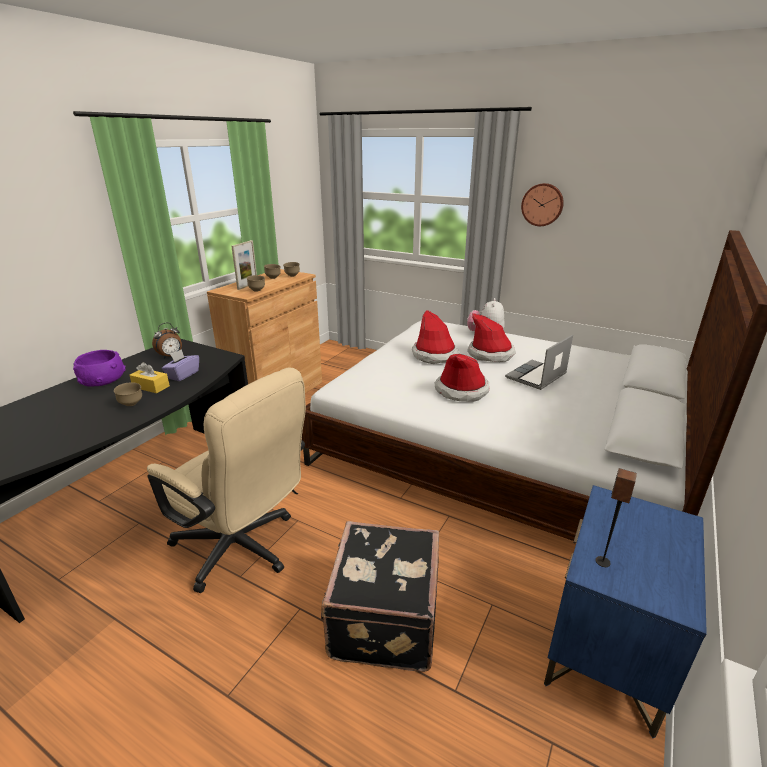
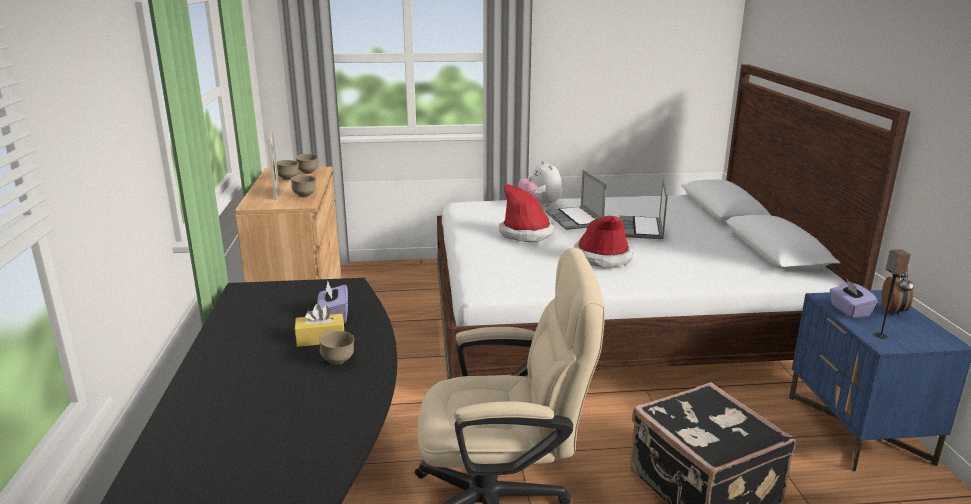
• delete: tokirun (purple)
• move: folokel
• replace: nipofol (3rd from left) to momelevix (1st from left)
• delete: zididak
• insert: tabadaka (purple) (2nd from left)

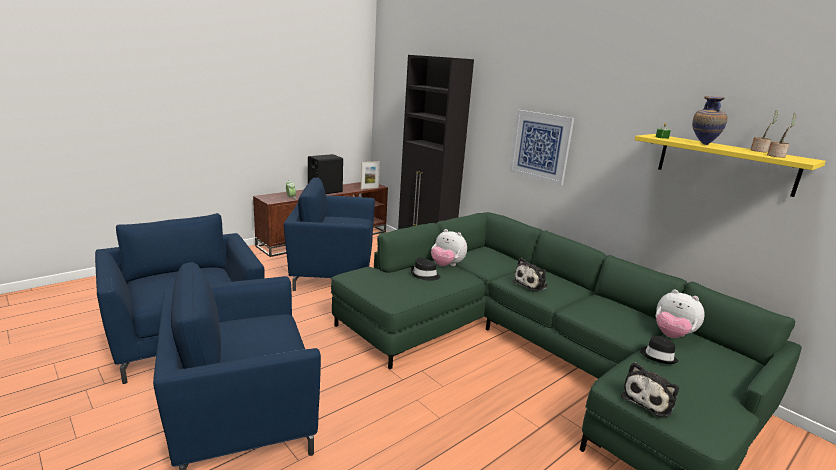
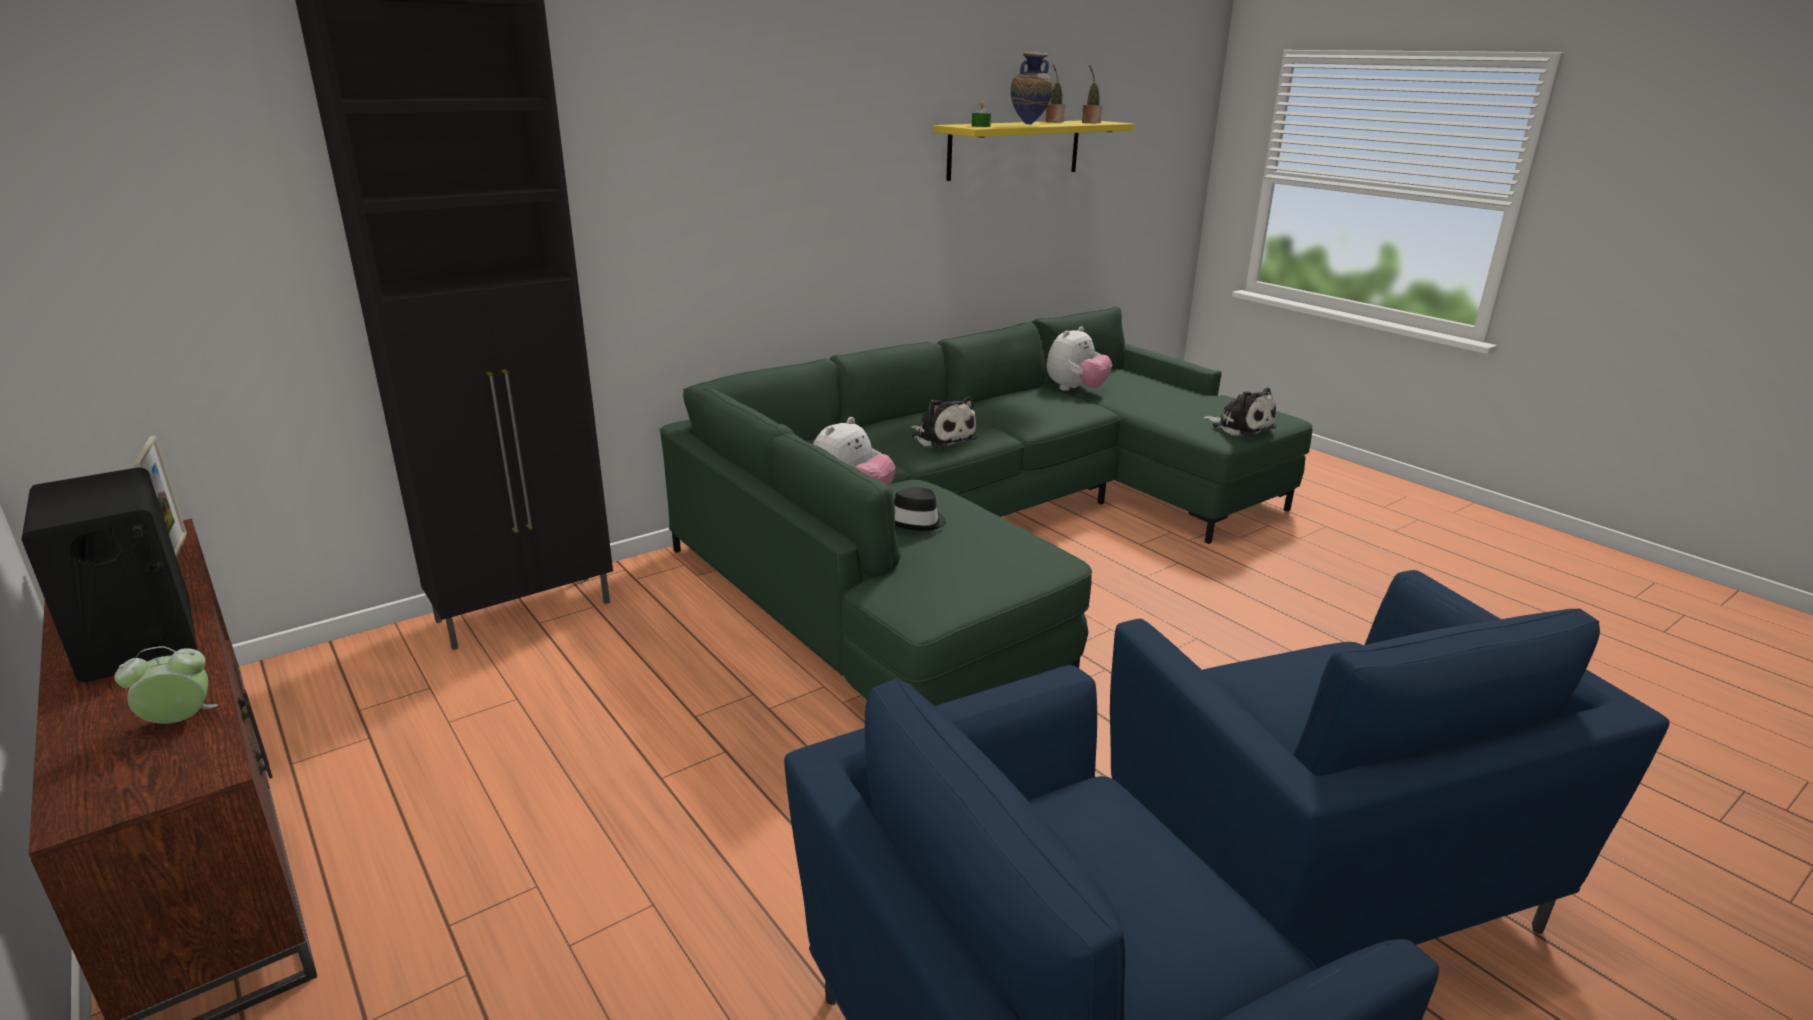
• delete: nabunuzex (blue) (3rd from left)
• delete: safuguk
• delete: nipofol (black) (2nd from left)

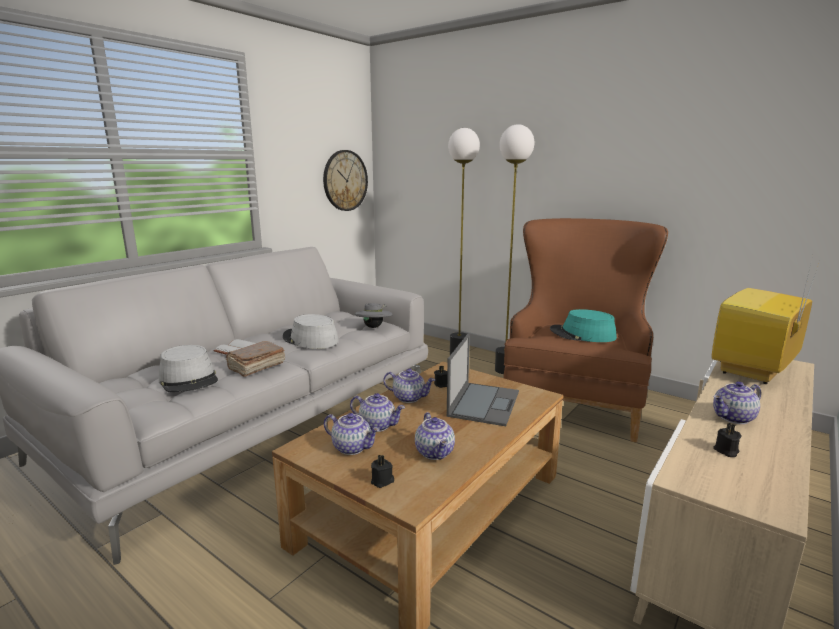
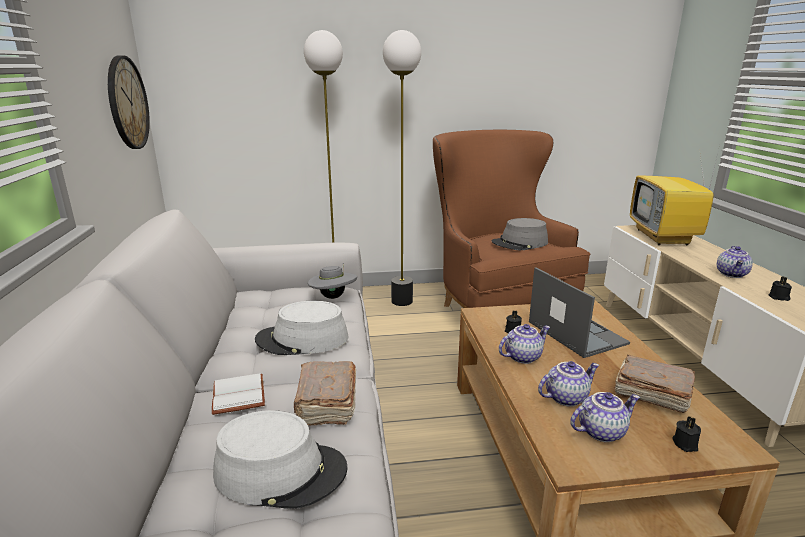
• replace: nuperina (4th from left) to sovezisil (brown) (2nd from left)
• recolor: nipofol (turquoise) to nipofol (grey) (4th from left)

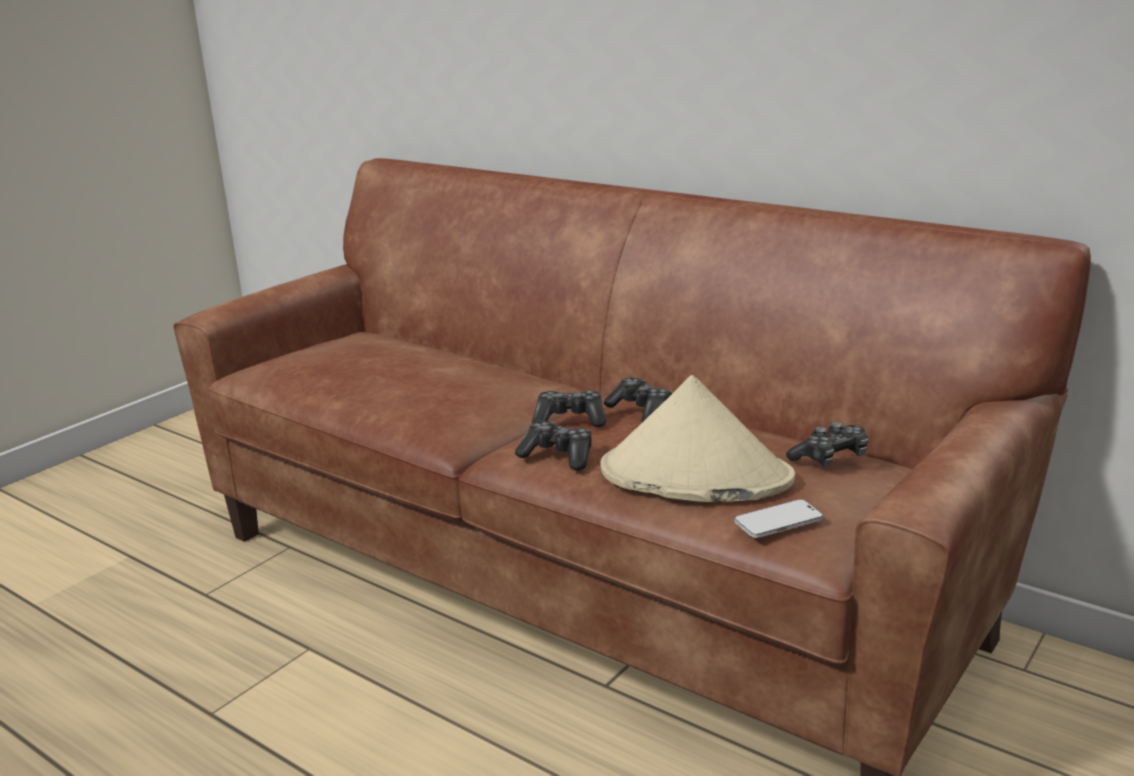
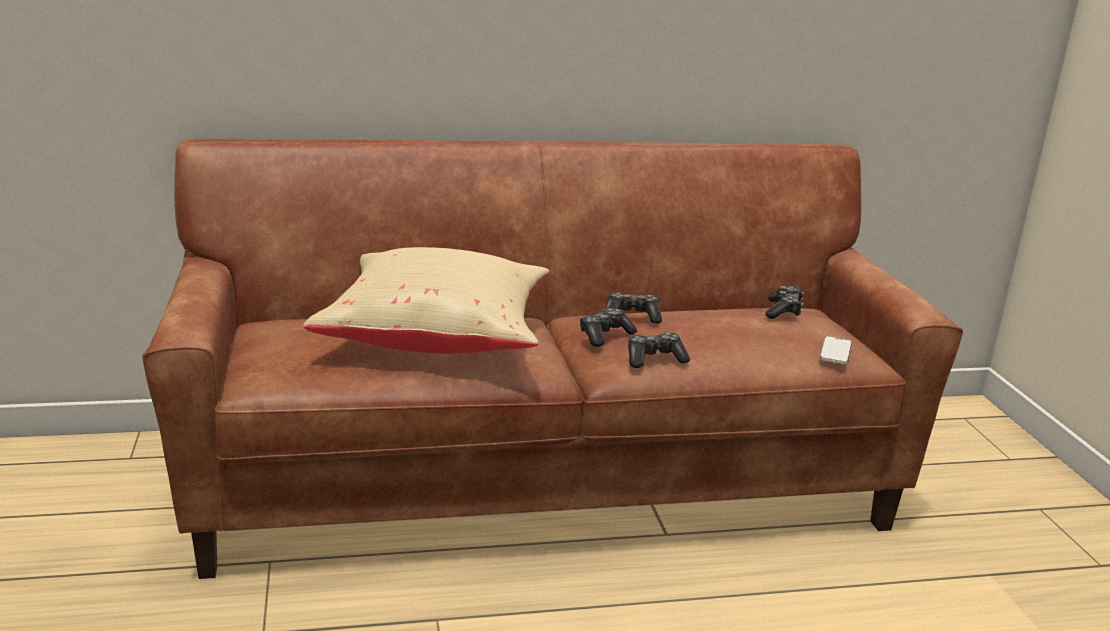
• delete: nipofol (beige)
• insert: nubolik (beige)

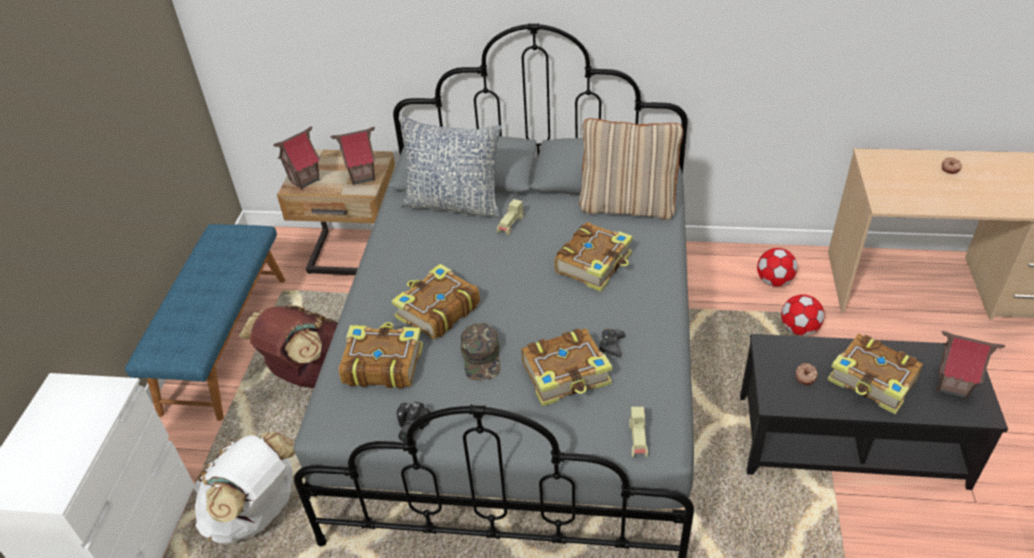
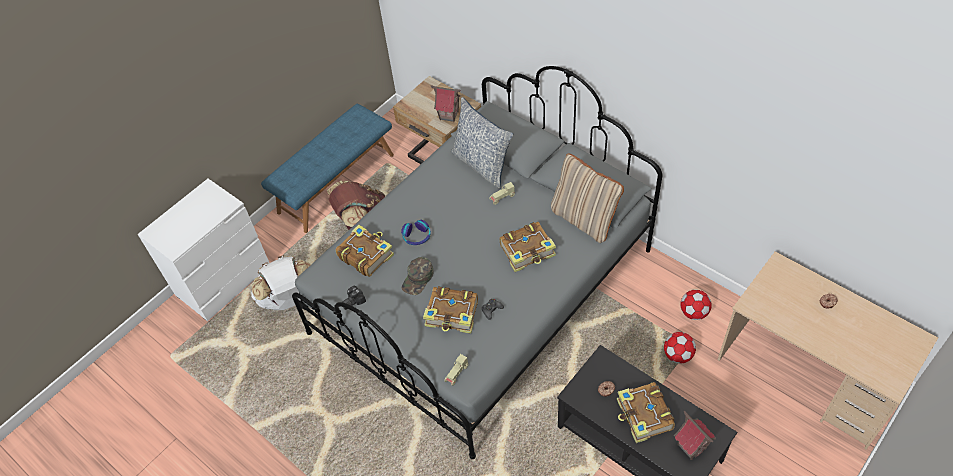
• delete: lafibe (1st from left)
• replace: sovezisil (2nd from left) to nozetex

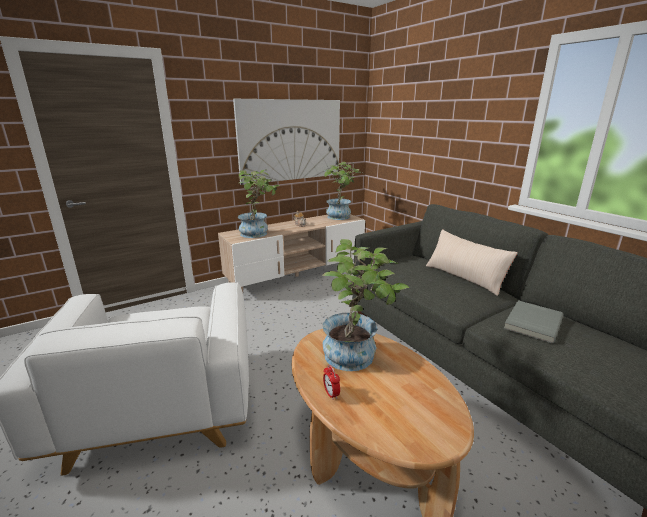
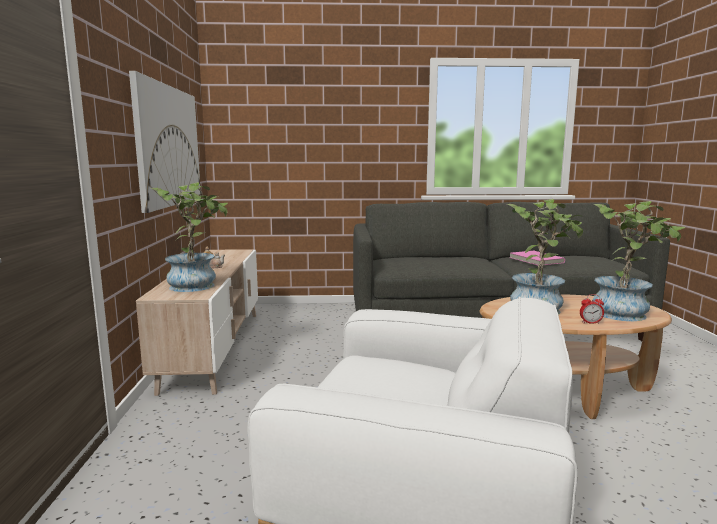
• move: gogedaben (2nd from left in the first image) to gogedaben (3rd from left)
• delete: nubolik (beige)
• recolor: sovezisil (grey) to sovezisil (pink)

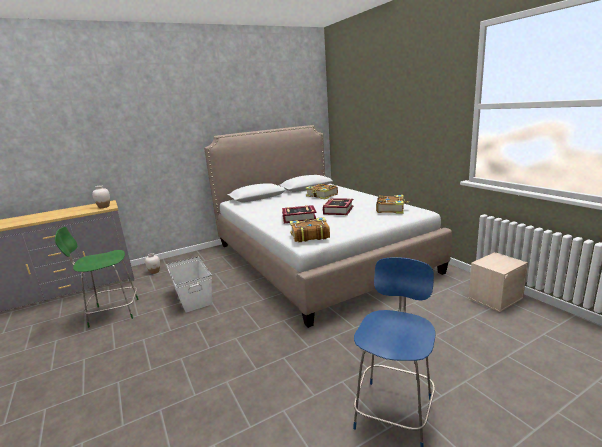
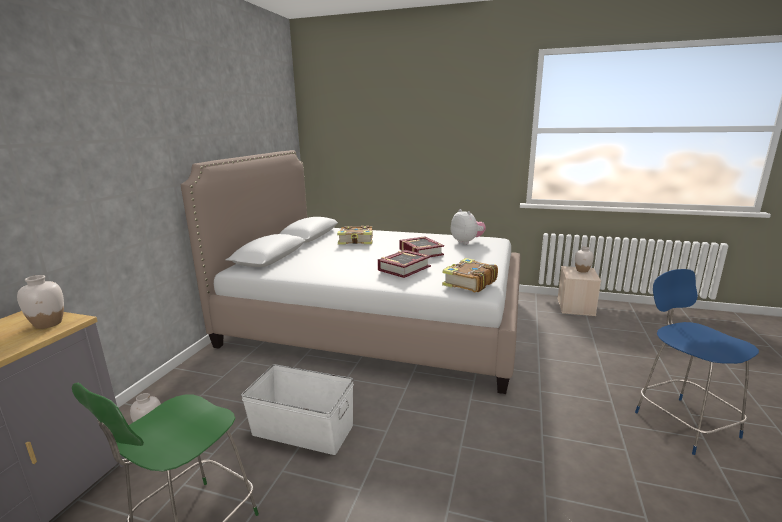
• replace: sovezisil (5th from left) to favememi
• insert: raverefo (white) (3rd from left)

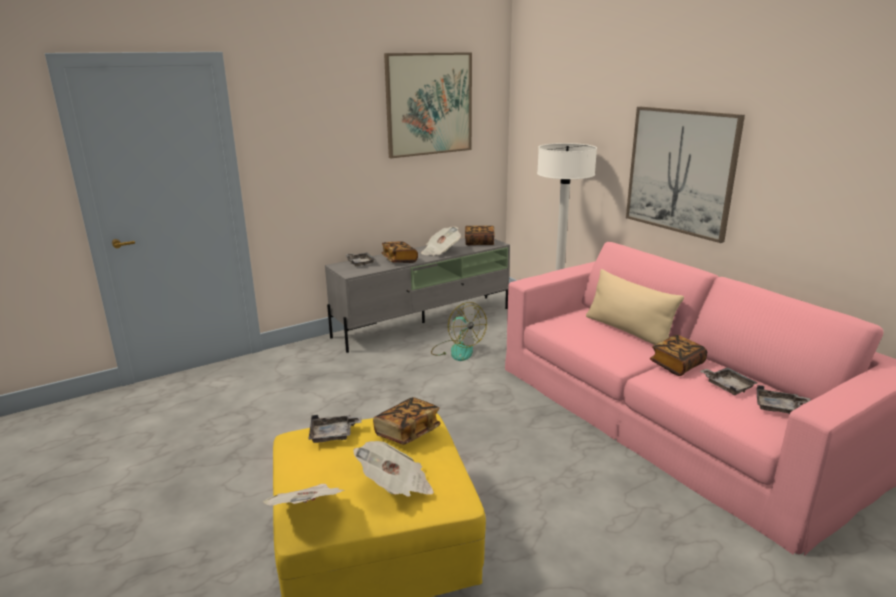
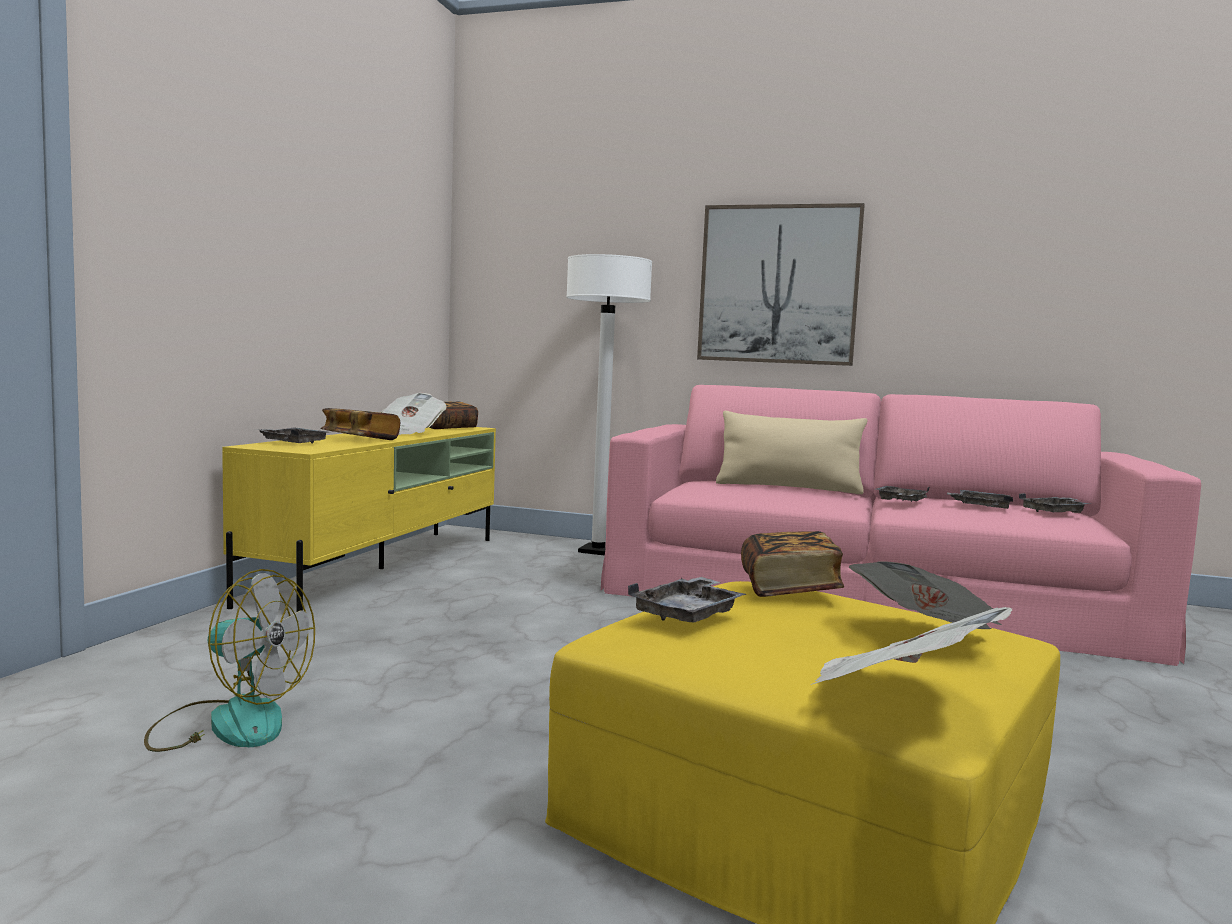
• recolor: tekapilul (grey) to tekapilul (yellow)
• delete: safuguk (1st from left)
• move: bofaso
• replace: sovezisil (4th from left) to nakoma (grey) (3rd from left)

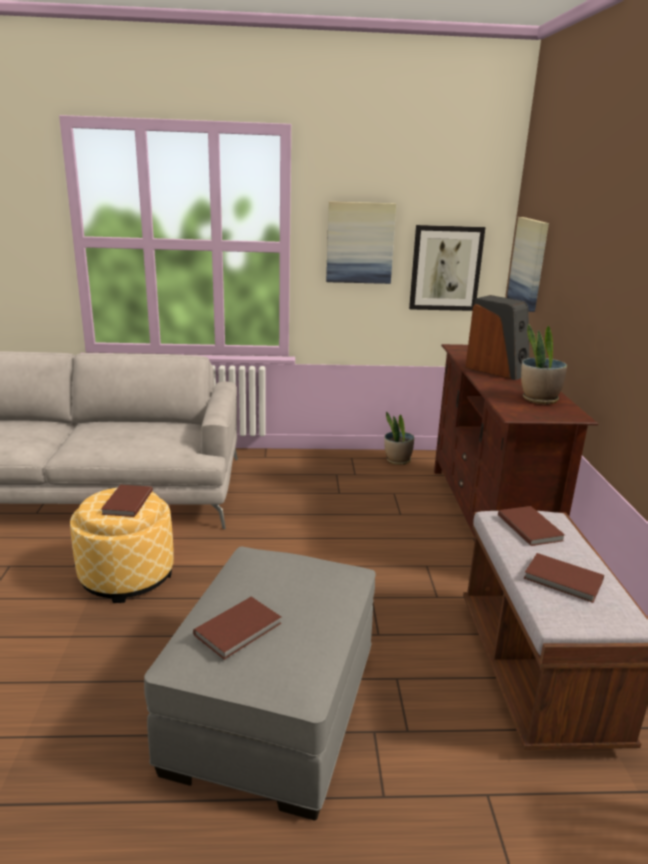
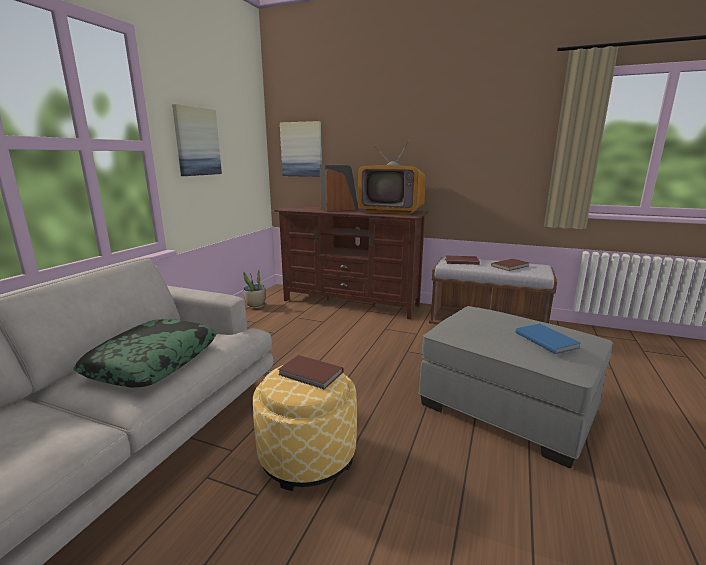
• recolor: sovezisil (brown) (2nd from left) to sovezisil (blue)
• delete: safuguk (2nd from left)
• replace: gogedaben (2nd from left) to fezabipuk
• insert: nubolik

